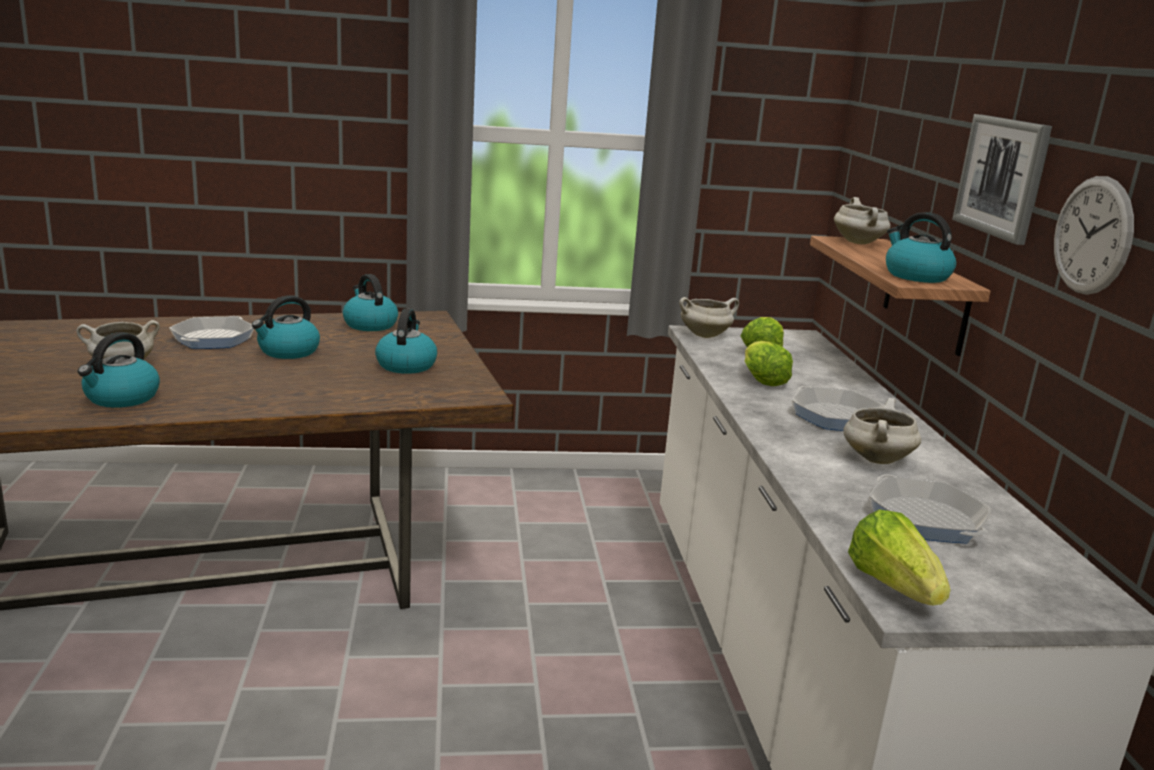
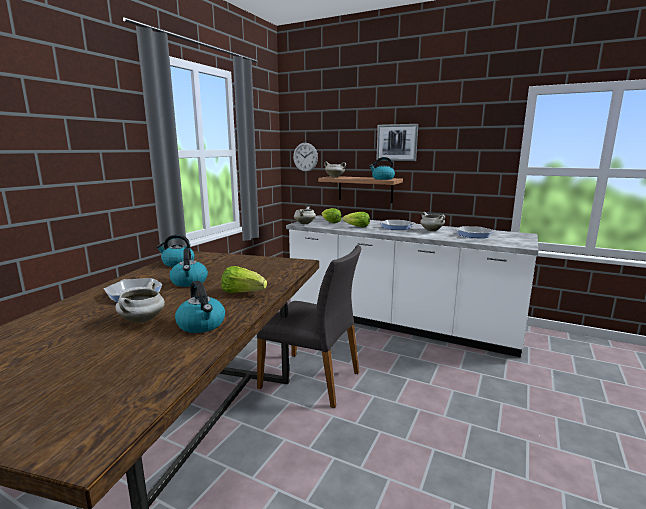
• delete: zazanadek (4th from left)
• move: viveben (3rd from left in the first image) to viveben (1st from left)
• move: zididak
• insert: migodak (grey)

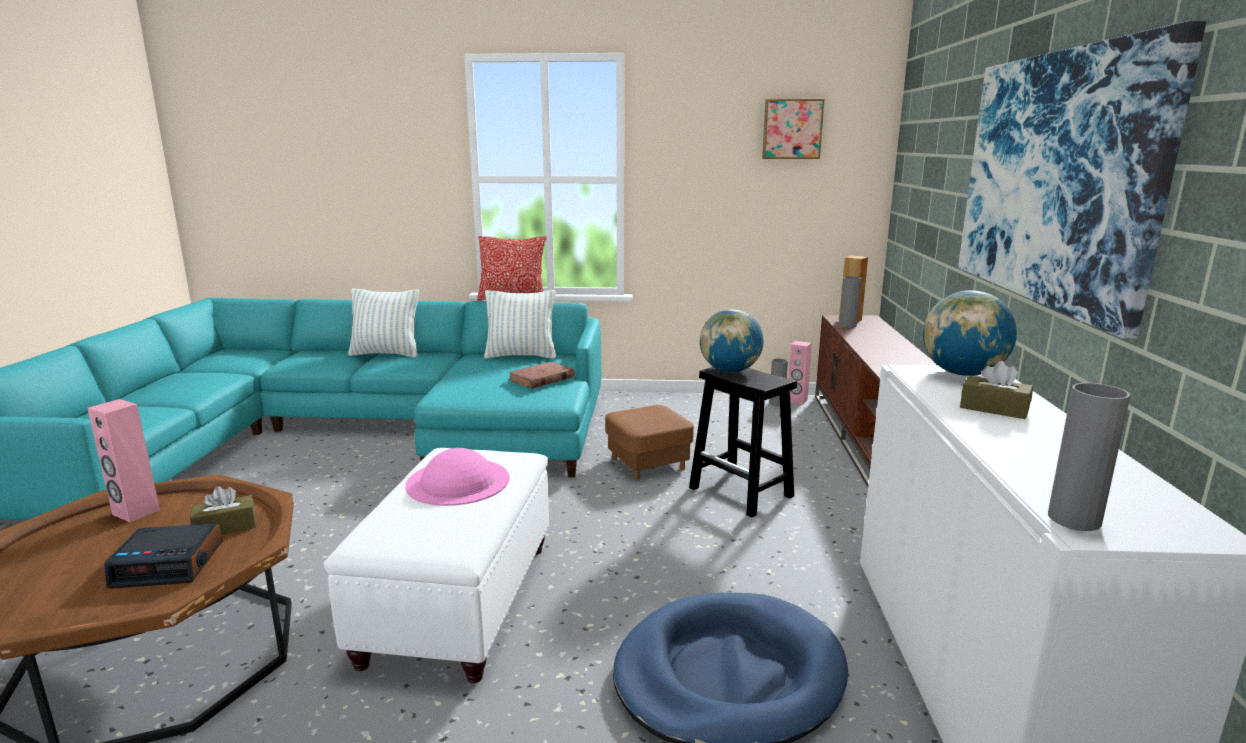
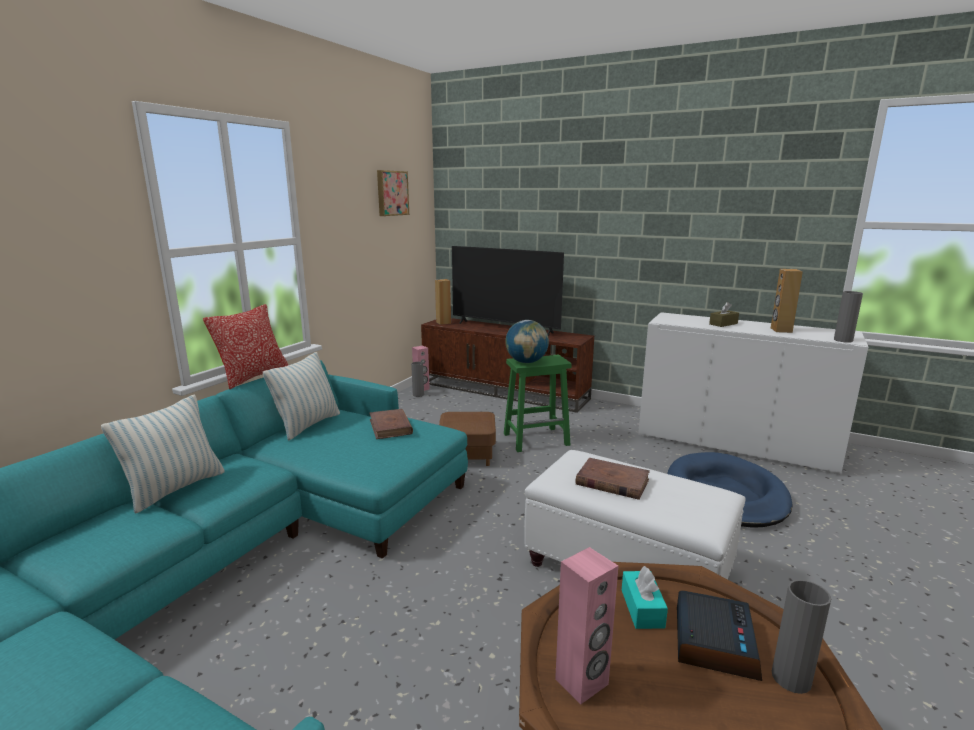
• recolor: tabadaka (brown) (1st from left) to tabadaka (turquoise)
• replace: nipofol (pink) to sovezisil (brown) (2nd from left)
• recolor: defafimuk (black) to defafimuk (green)
• move: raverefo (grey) (2nd from left)
• delete: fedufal (2nd from left)
• delete: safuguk (2nd from left)
• insert: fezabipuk
• insert: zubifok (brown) (2nd from left)

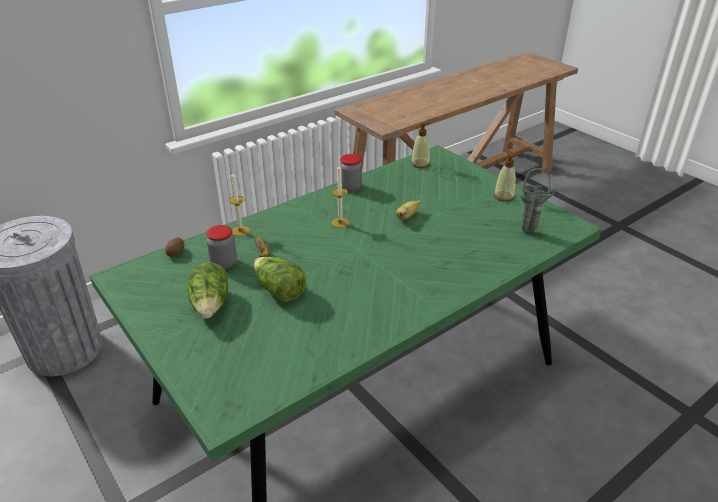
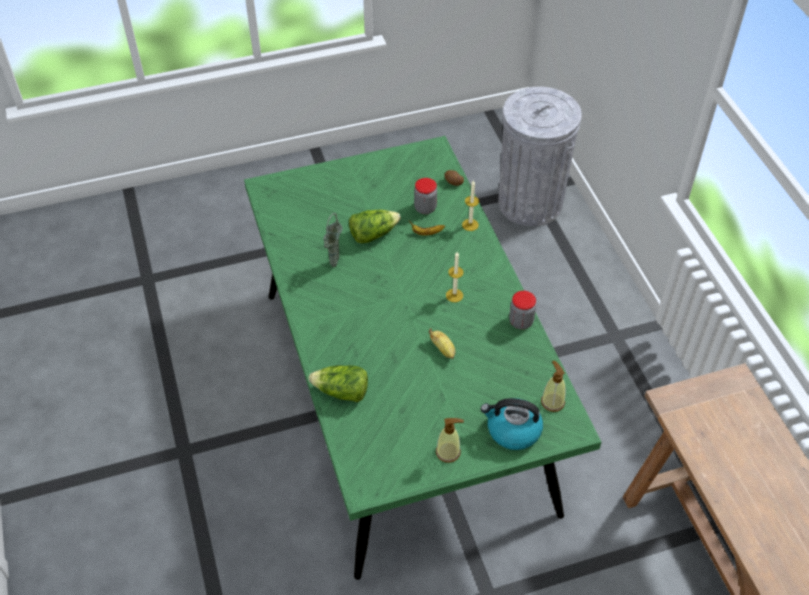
• move: viveben (1st from left)
• move: raverefo (green)
• insert: zazanadek

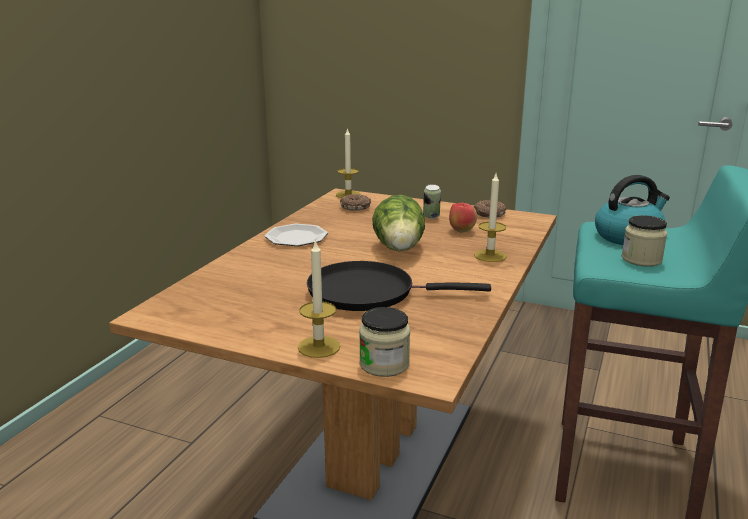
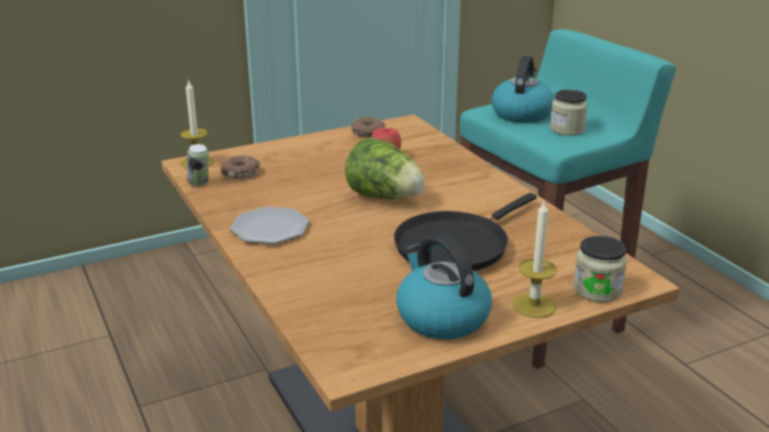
• move: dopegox
• delete: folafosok (3rd from left)
• insert: zazanadek (1st from left)

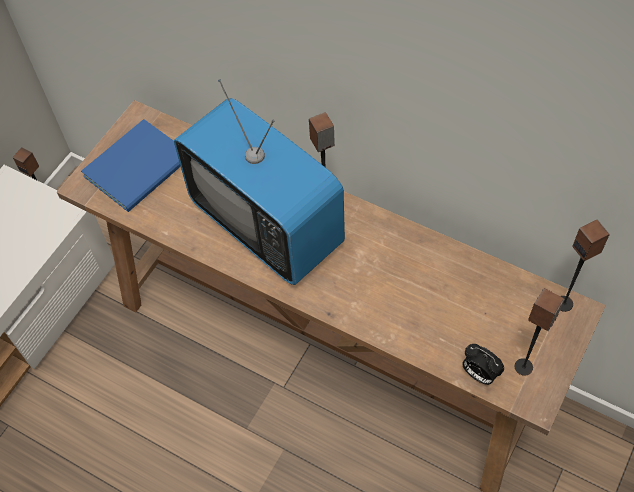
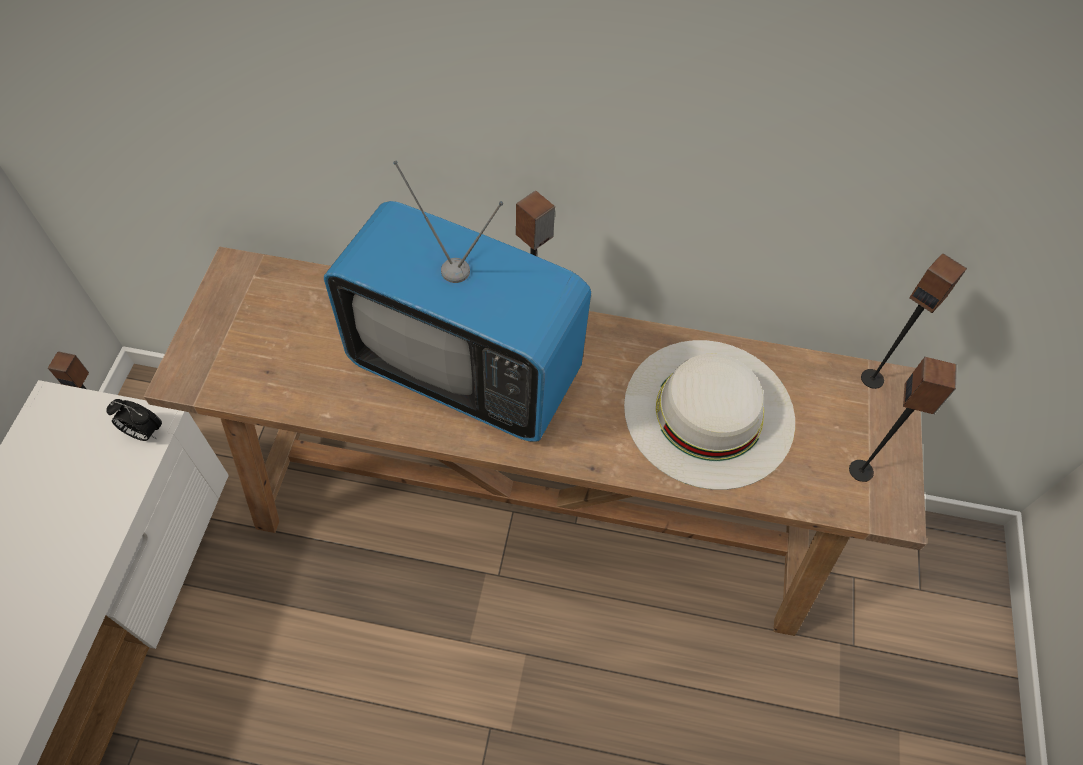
• delete: sovezisil (blue)
• move: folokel
• insert: nipofol (white)

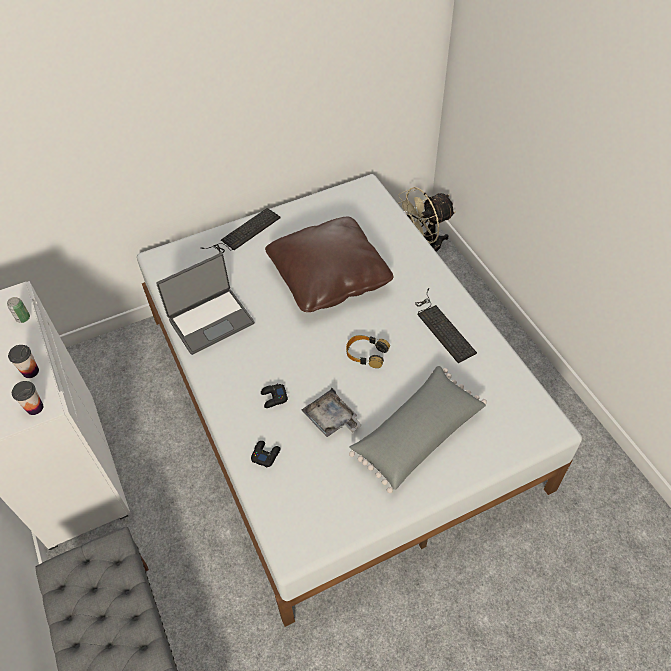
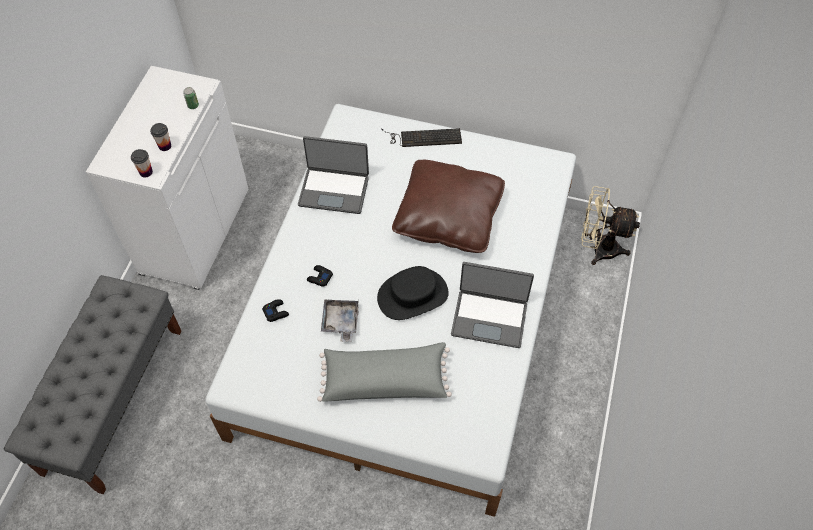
• replace: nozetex to nipofol (black)
• replace: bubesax (2nd from left) to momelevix (2nd from left)

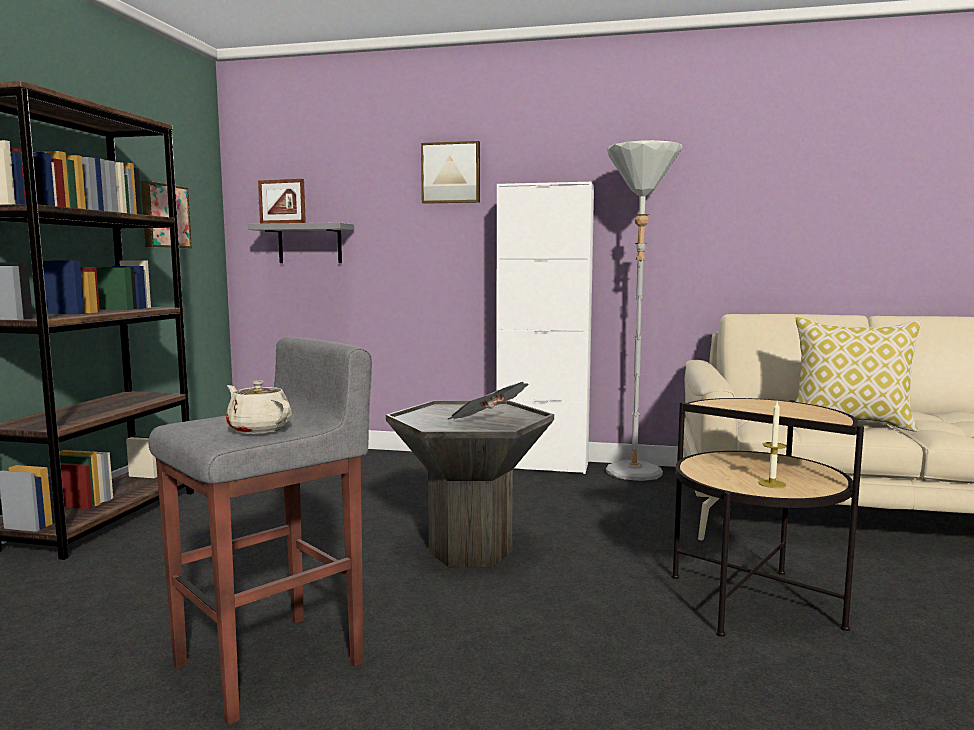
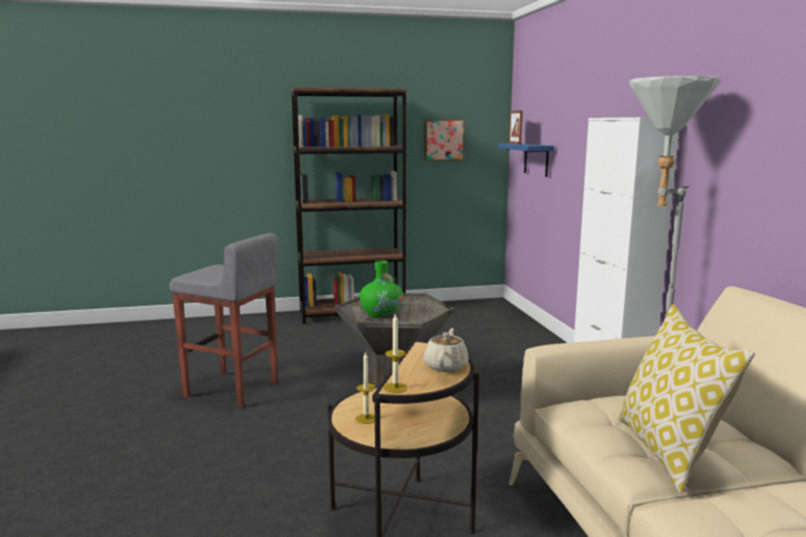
• move: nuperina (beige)
• recolor: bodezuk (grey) to bodezuk (blue)
• delete: safuguk (2nd from left)
• replace: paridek to raverefo (green)
• insert: folafosok (2nd from left)

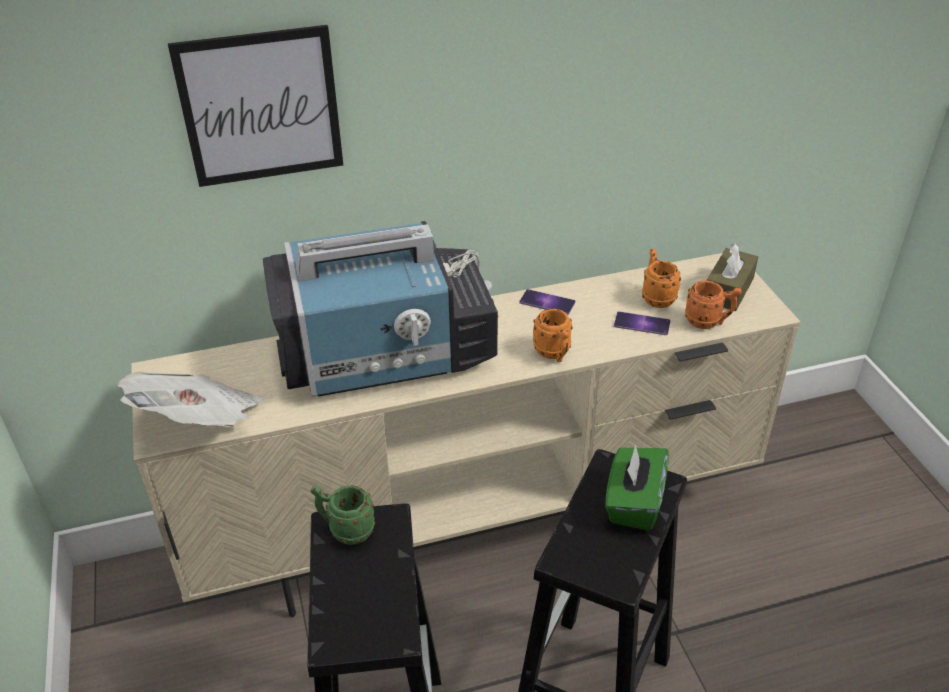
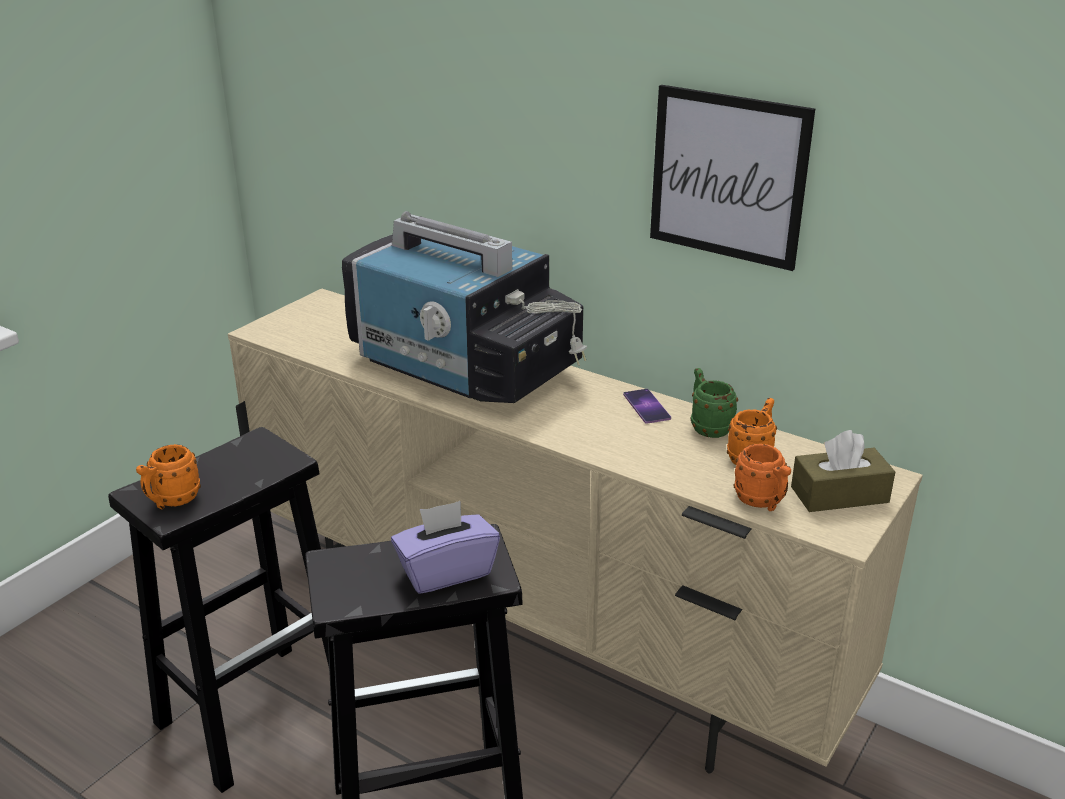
• delete: paridek
• move: safuguk
• move: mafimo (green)
• move: mafimo (orange) (1st from left)
• recolor: tabadaka (green) to tabadaka (purple)
• delete: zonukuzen (2nd from left)

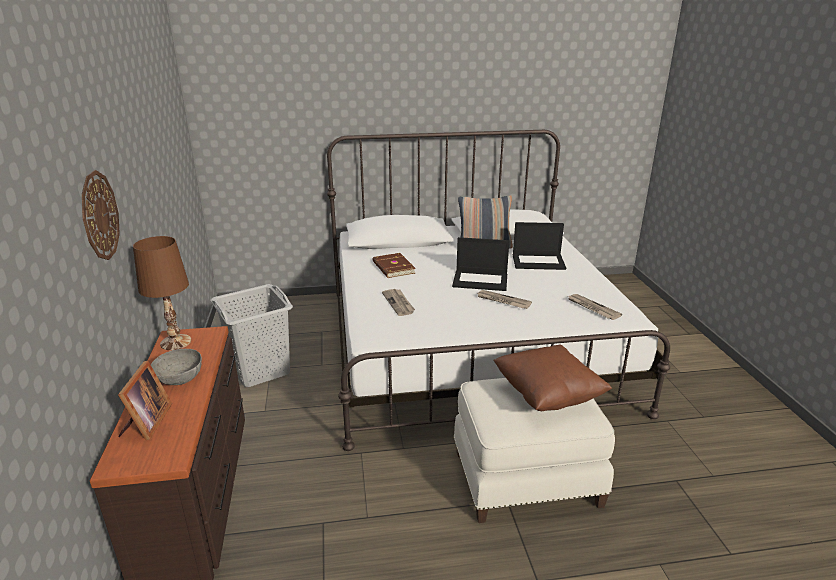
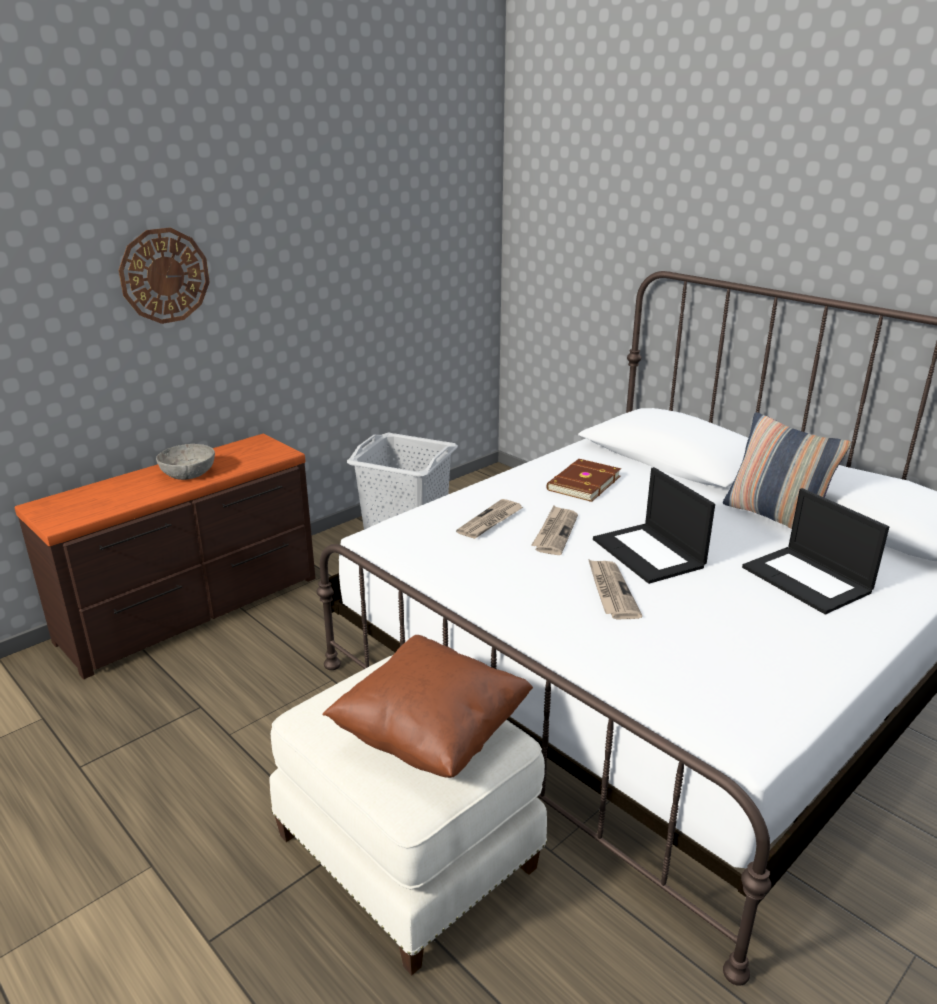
• delete: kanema
• delete: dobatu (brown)
• move: paridek (3rd from left in the first image) to paridek (2nd from left)

